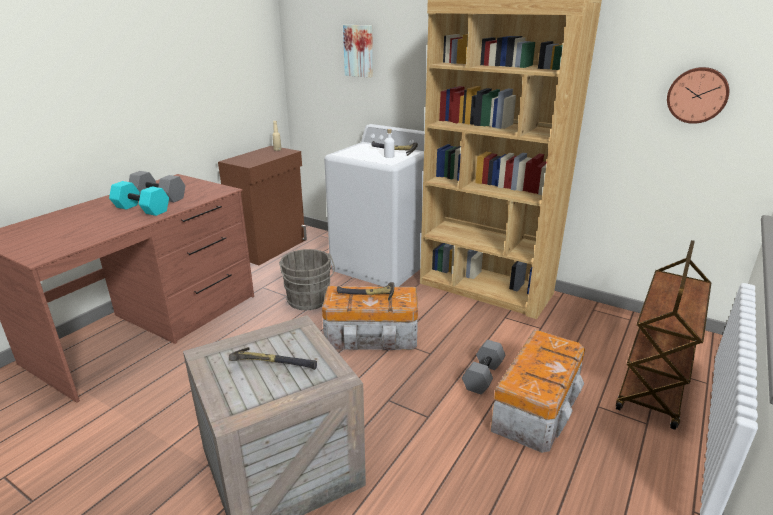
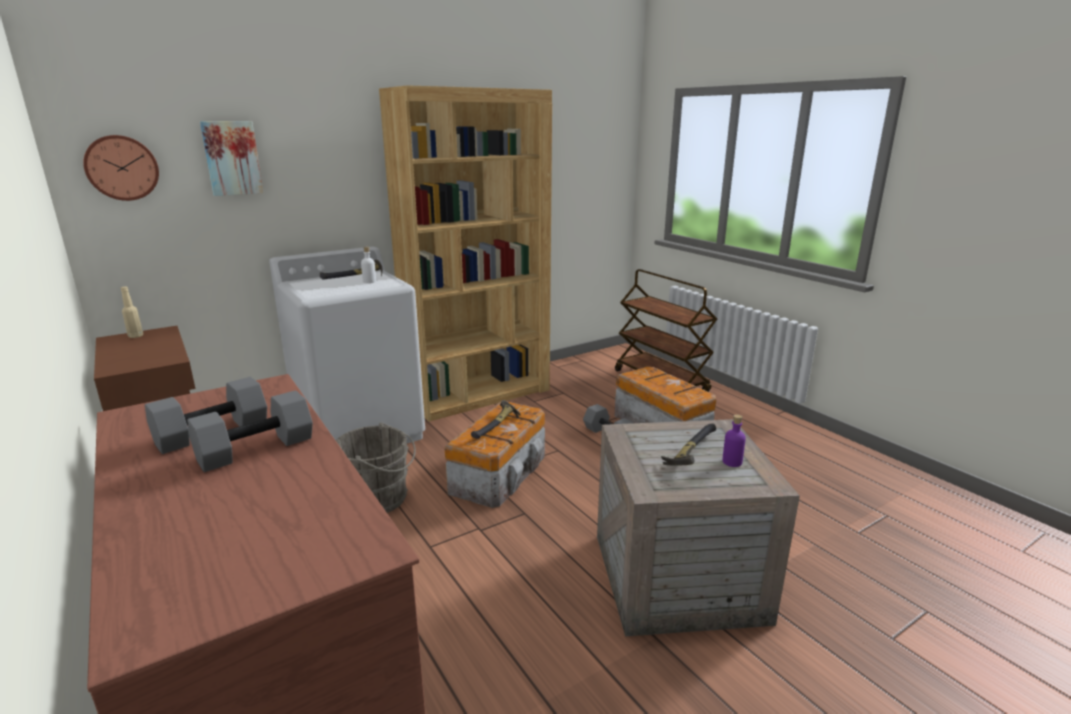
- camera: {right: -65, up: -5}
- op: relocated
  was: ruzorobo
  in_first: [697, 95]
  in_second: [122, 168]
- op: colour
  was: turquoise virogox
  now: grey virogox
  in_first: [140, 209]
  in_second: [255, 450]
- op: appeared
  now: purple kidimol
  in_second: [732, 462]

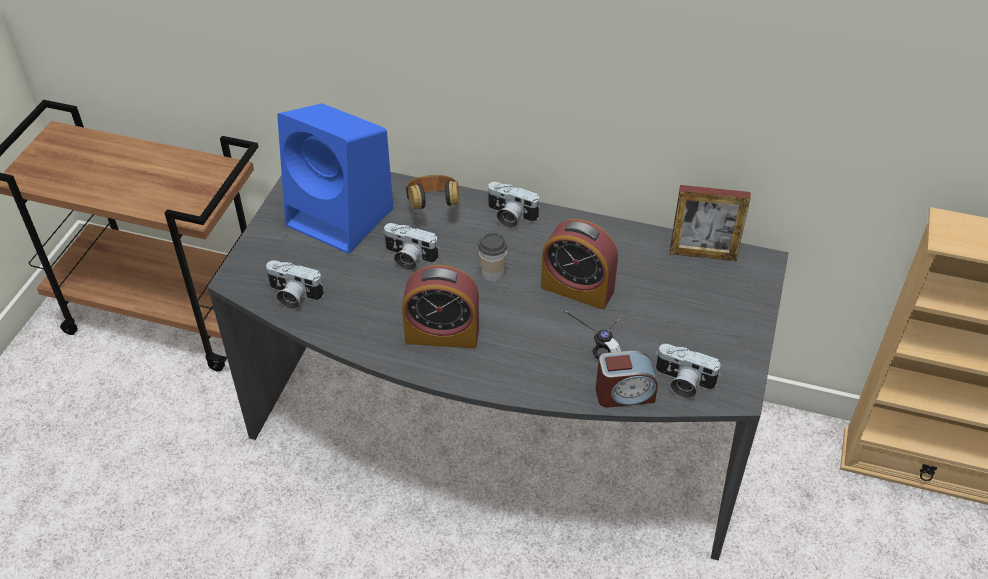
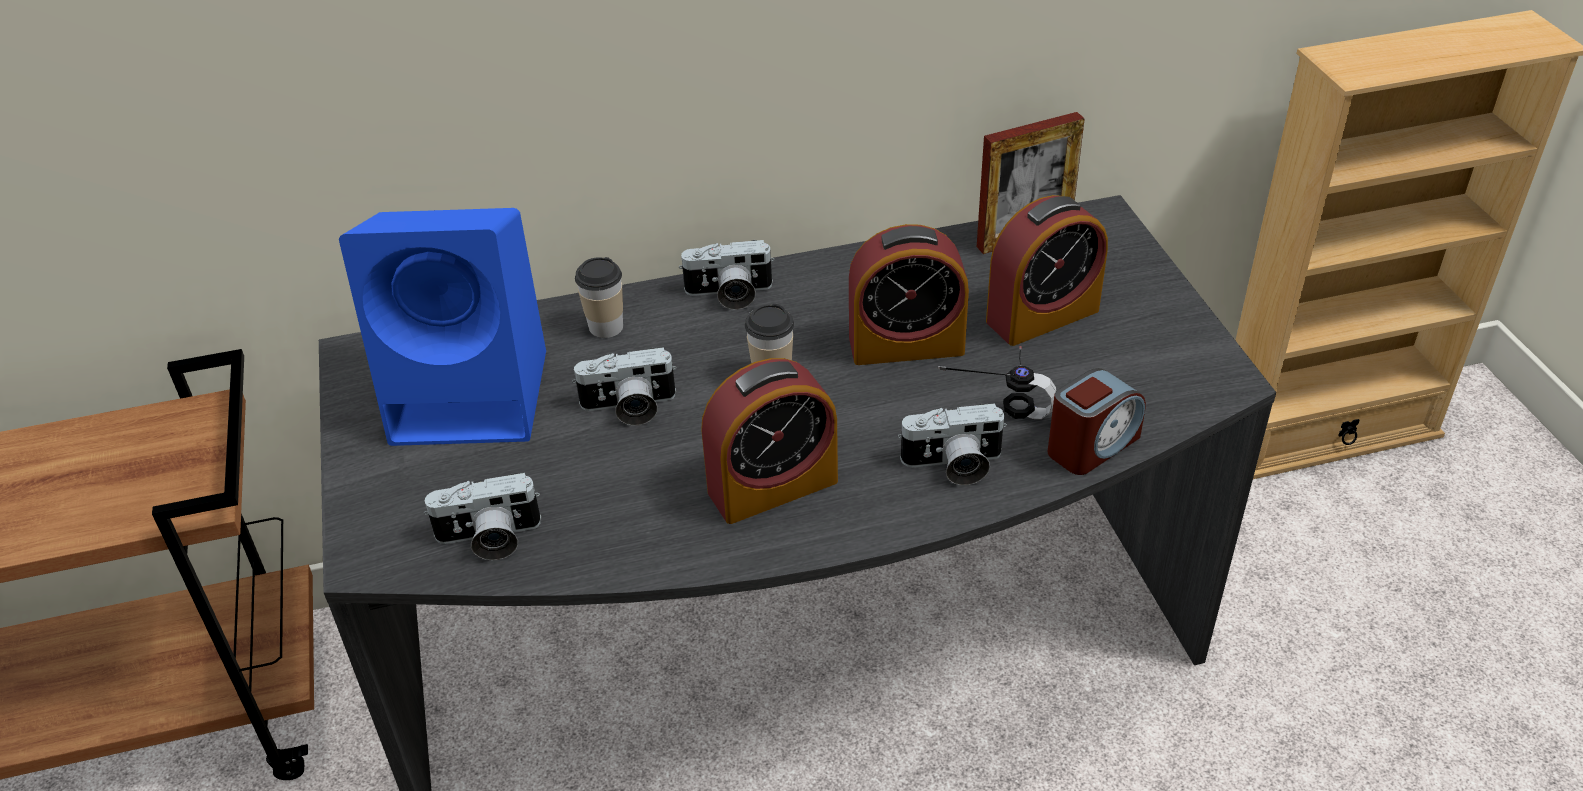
- camera: {right: -30, up: -5}
- op: exchanged
  was: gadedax
  now: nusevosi
  in_first: [433, 207]
  in_second: [606, 327]
- op: relocated
  was: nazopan
  in_first: [682, 382]
  in_second: [953, 465]
- op: appeared
  now: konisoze
  in_second: [1042, 316]

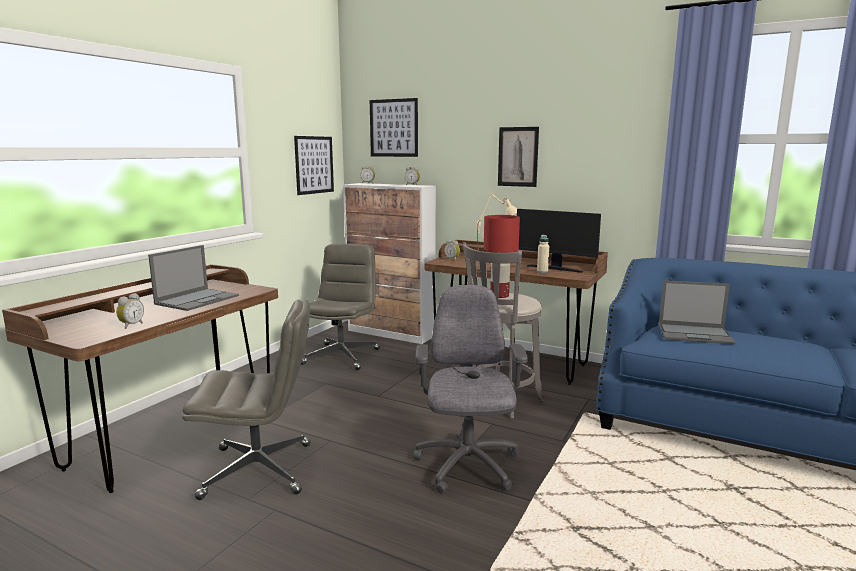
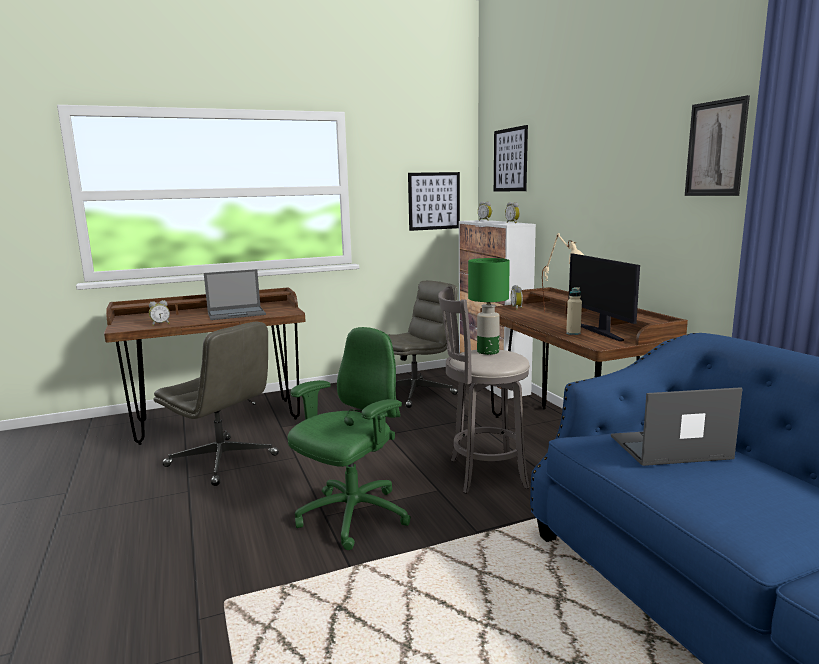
- camera: {right: 40, up: 0}
- op: colour
  was: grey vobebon
  now: green vobebon
  in_first: [467, 466]
  in_second: [352, 517]
- op: colour
  was: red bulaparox
  now: green bulaparox
  in_first: [499, 296]
  in_second: [487, 352]
- op: spun
  was: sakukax
  in_first: [695, 334]
  in_second: [668, 448]
  clockwise: 120
- op: relocated
  was: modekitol
  in_first: [518, 157]
  in_second: [716, 148]

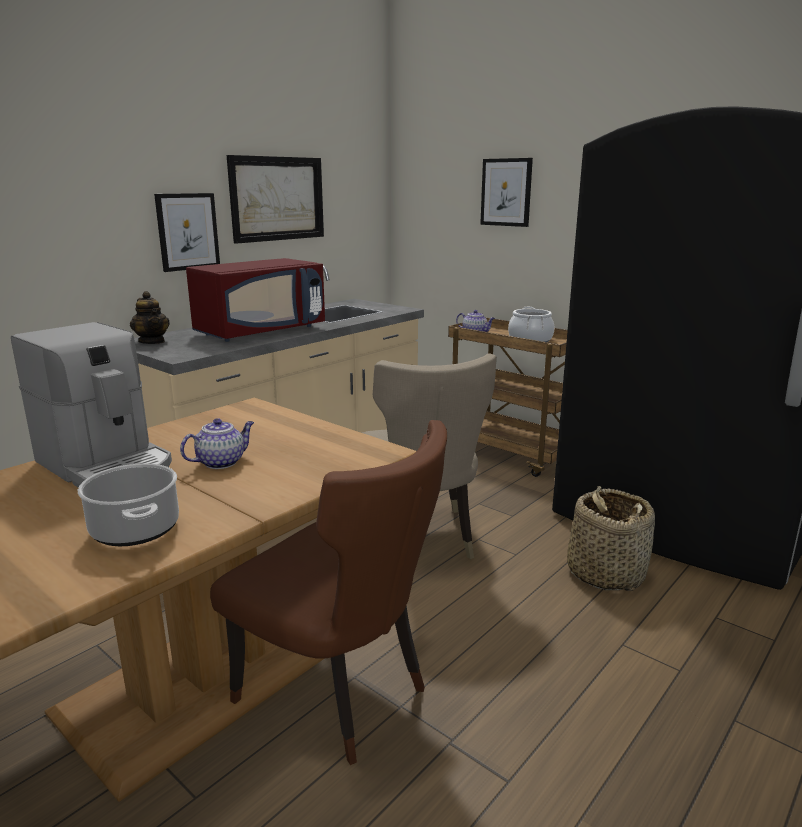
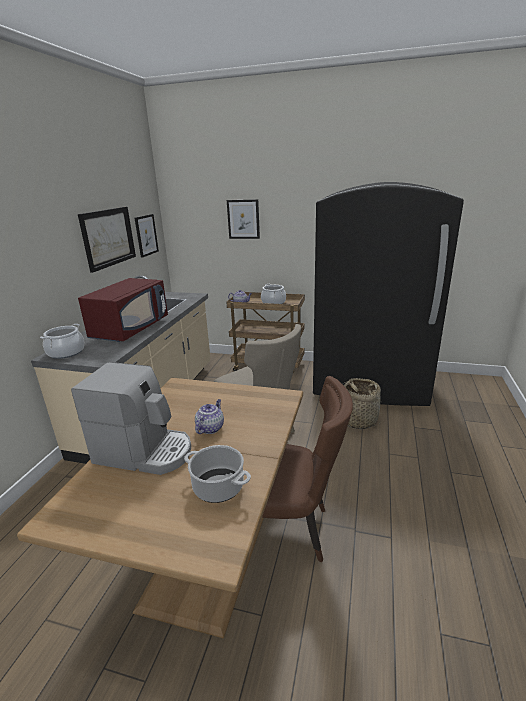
- camera: {right: -25, up: 5}
- op: exchanged
  was: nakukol
  now: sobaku
  in_first: [152, 342]
  in_second: [66, 352]
- op: relocated
  was: modekitol
  in_first: [187, 231]
  in_second: [146, 235]

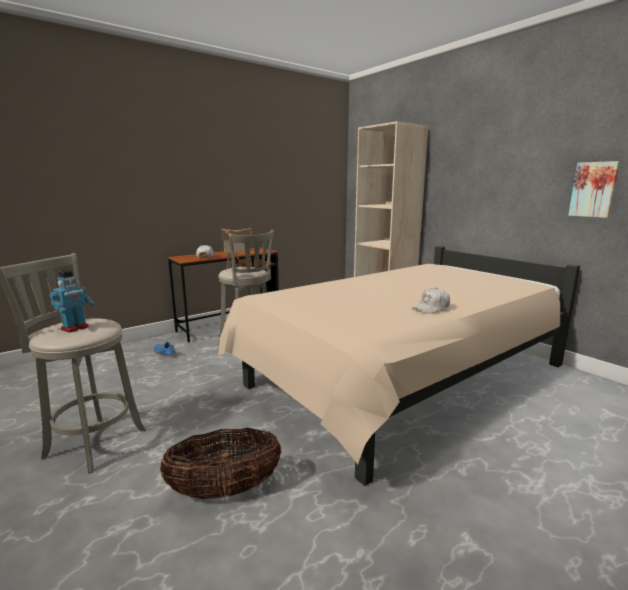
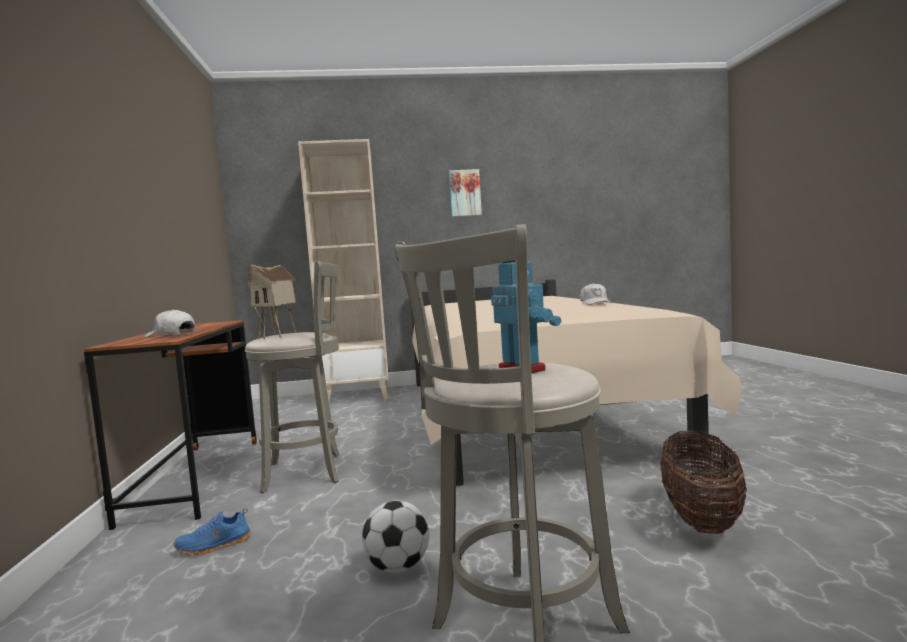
- camera: {right: -60, up: -10}
- op: appeared
  now: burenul
  in_second: [398, 567]
- op: relocated
  was: modekitol
  in_first: [593, 189]
  in_second: [465, 193]

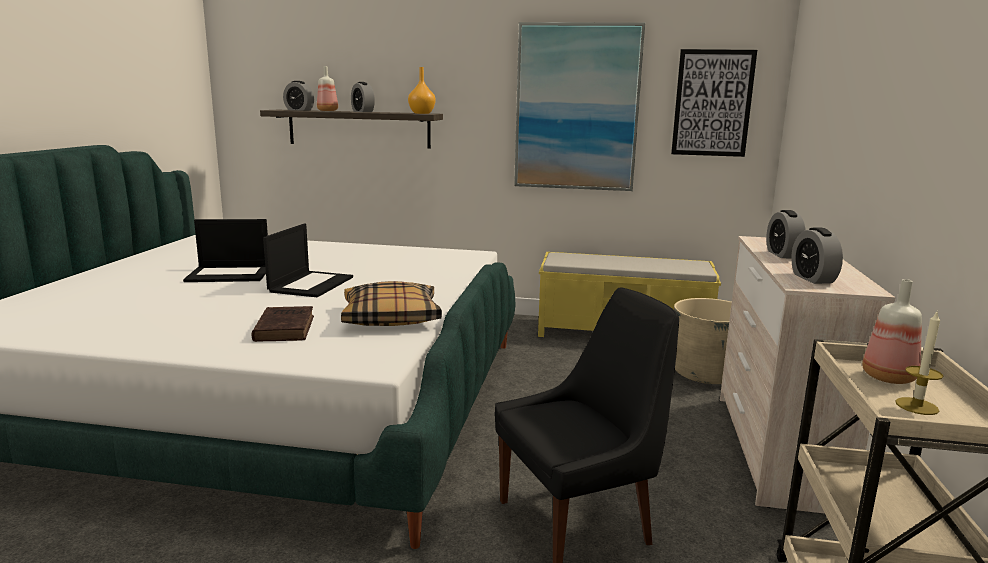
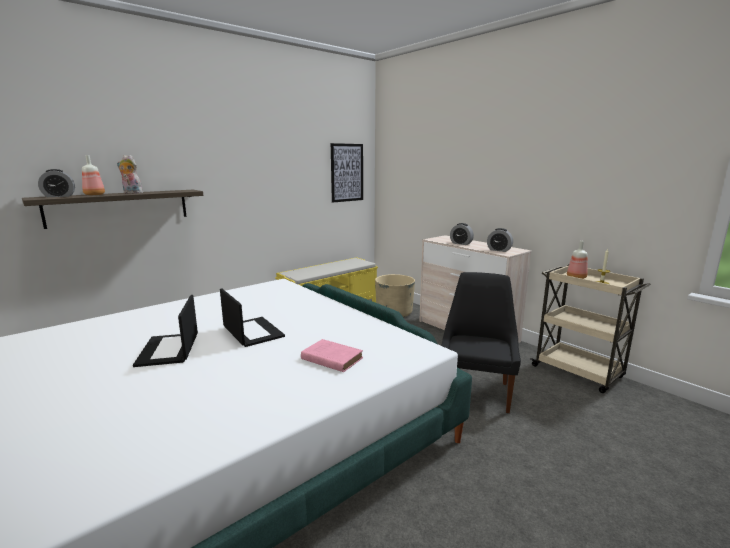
- camera: {right: -50, up: 0}
- op: exchanged
  was: konisoze
  now: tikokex
  in_first: [362, 111]
  in_second: [131, 193]
- op: spun
  was: sakukax
  in_first: [230, 274]
  in_second: [169, 350]
  clockwise: 135
- op: colour
  was: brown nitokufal
  now: pink nitokufal
  in_first: [285, 328]
  in_second: [330, 358]
- op: missing
  was: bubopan
  in_first: [391, 318]
- op: missing
  was: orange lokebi
  in_first: [422, 113]
- op: missing
  was: modekitol
  in_first: [577, 108]

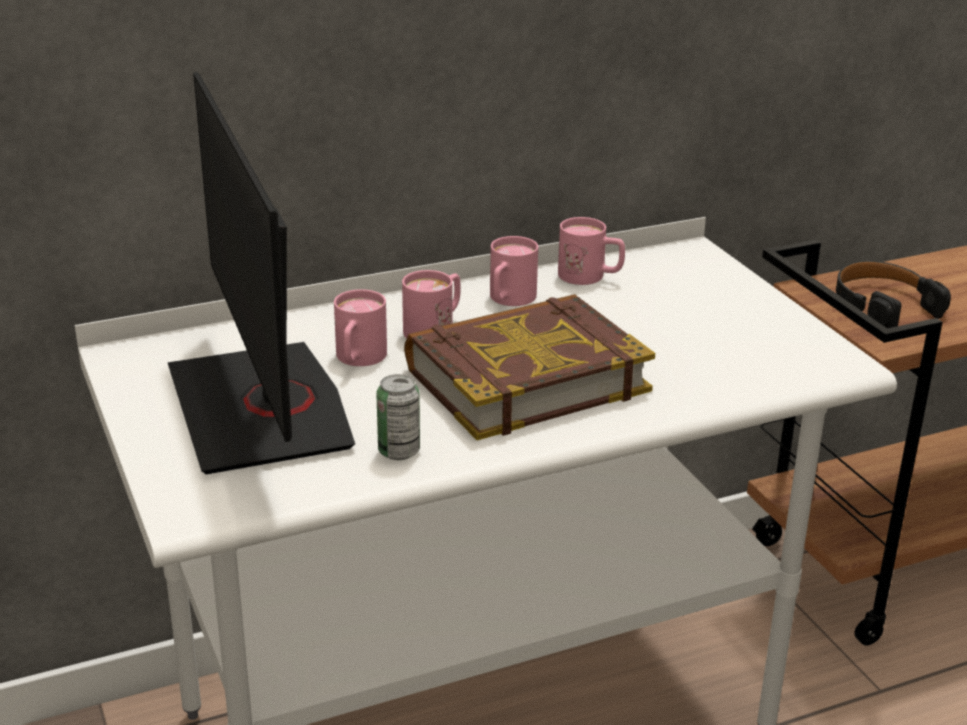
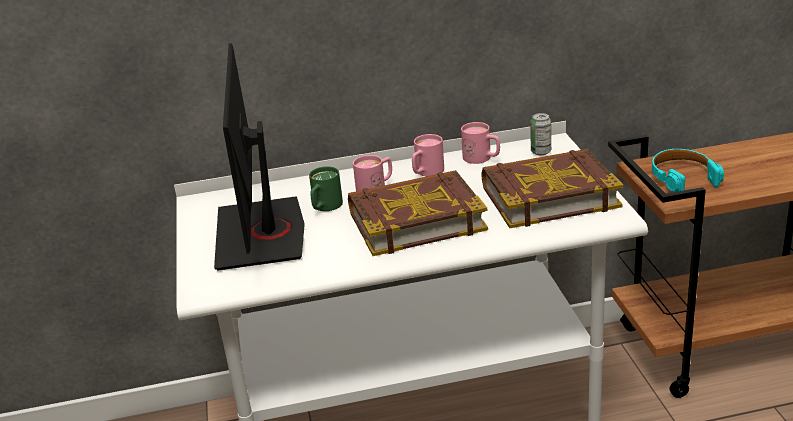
- camera: {right: 15, up: 0}
- op: colour
  was: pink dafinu
  now: green dafinu
  in_first: [358, 360]
  in_second: [324, 207]
- op: appeared
  now: nitokufal
  in_second: [549, 196]
- op: relocated
  was: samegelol
  in_first: [399, 451]
  in_second: [541, 152]
- op: colour
  was: black gadedax
  now: turquoise gadedax
  in_first: [883, 305]
  in_second: [683, 177]

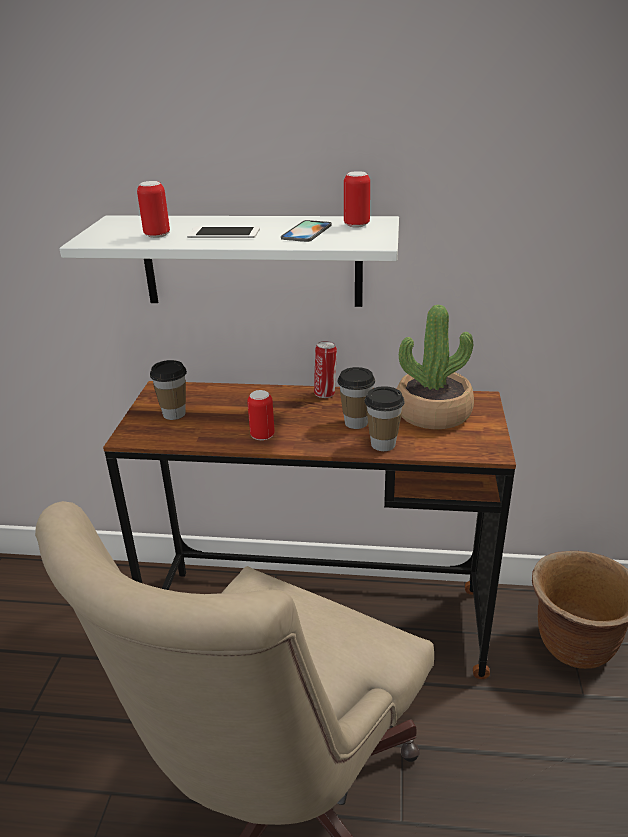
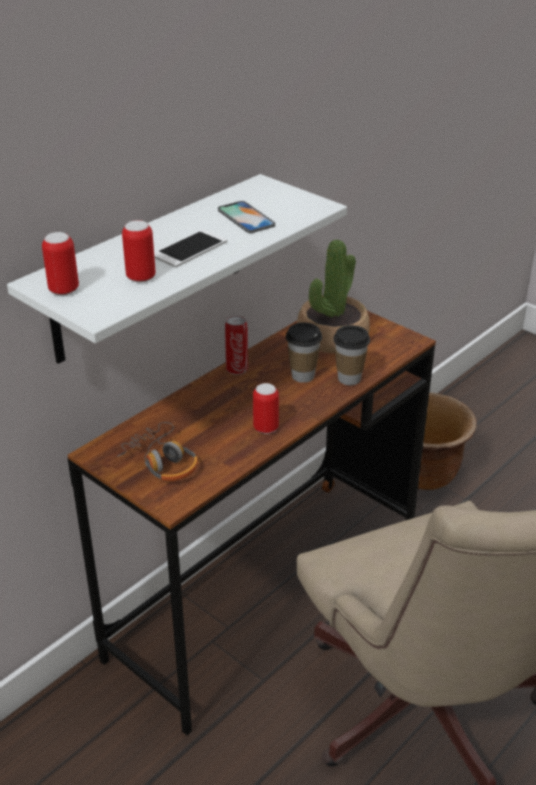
- camera: {right: -55, up: 5}
- op: relocated
  was: samegelol
  in_first: [356, 225]
  in_second: [64, 290]
- op: exchanged
  was: nusevosi
  now: gadedax
  in_first: [174, 414]
  in_second: [162, 461]

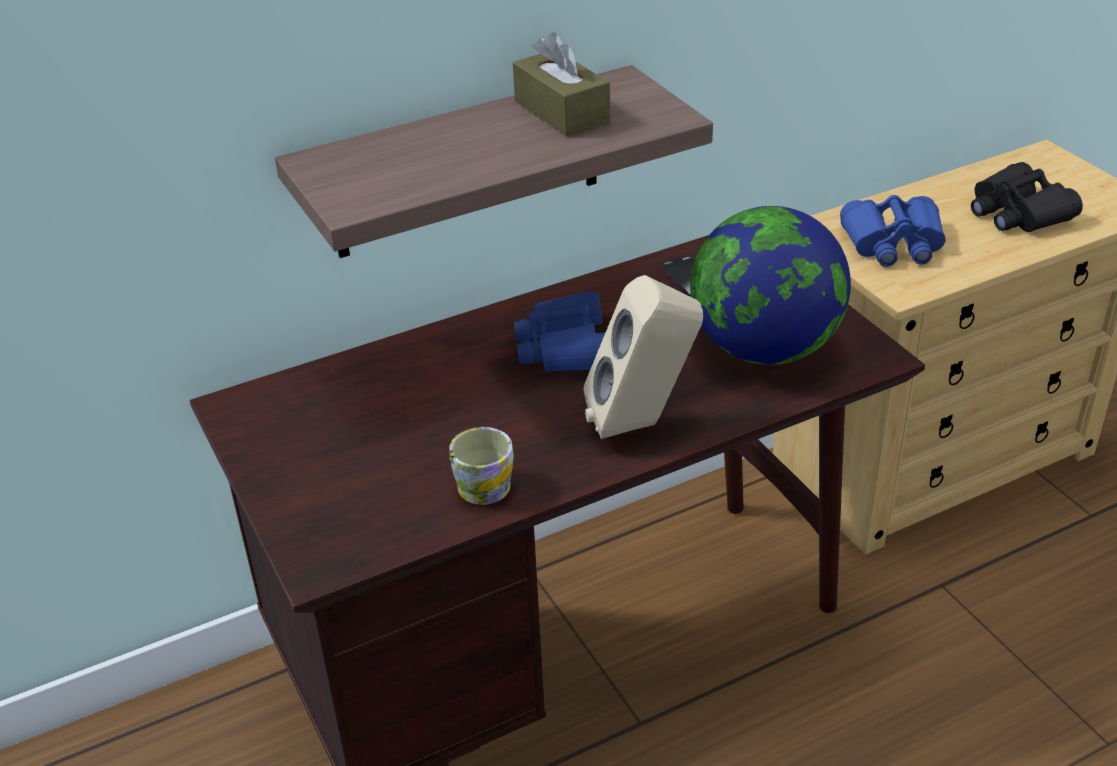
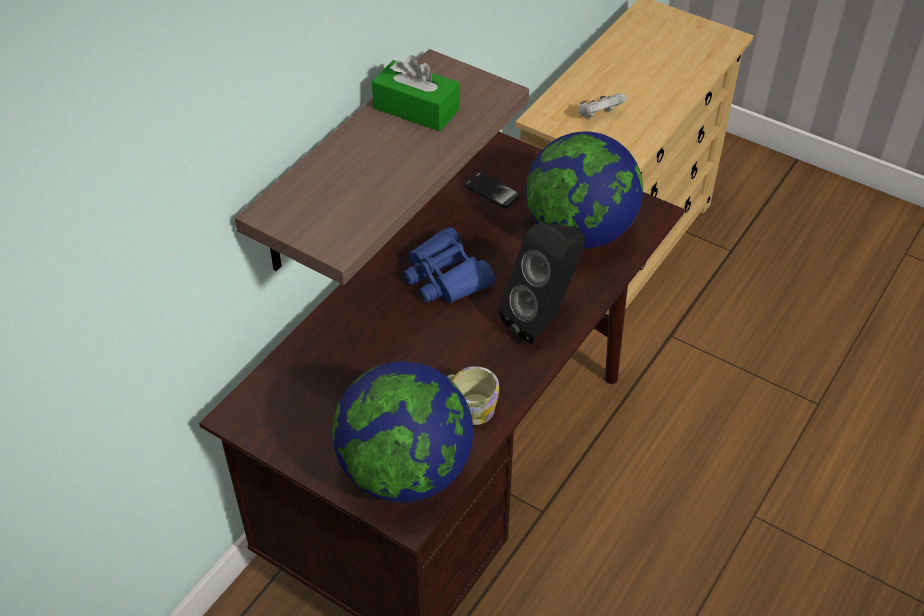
- camera: {right: -30, up: 10}
- op: appeared
  now: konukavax
  in_second: [405, 471]
- op: colour
  was: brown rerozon
  now: green rerozon
  in_first: [561, 111]
  in_second: [416, 109]
- op: colour
  was: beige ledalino
  now: black ledalino
  in_first: [642, 424]
  in_second: [542, 320]
- op: exchanged
  was: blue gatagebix
  now: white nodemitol
  in_first: [893, 244]
  in_second: [599, 115]
- op: missing
  was: black gatagebix
  in_first: [1018, 212]

